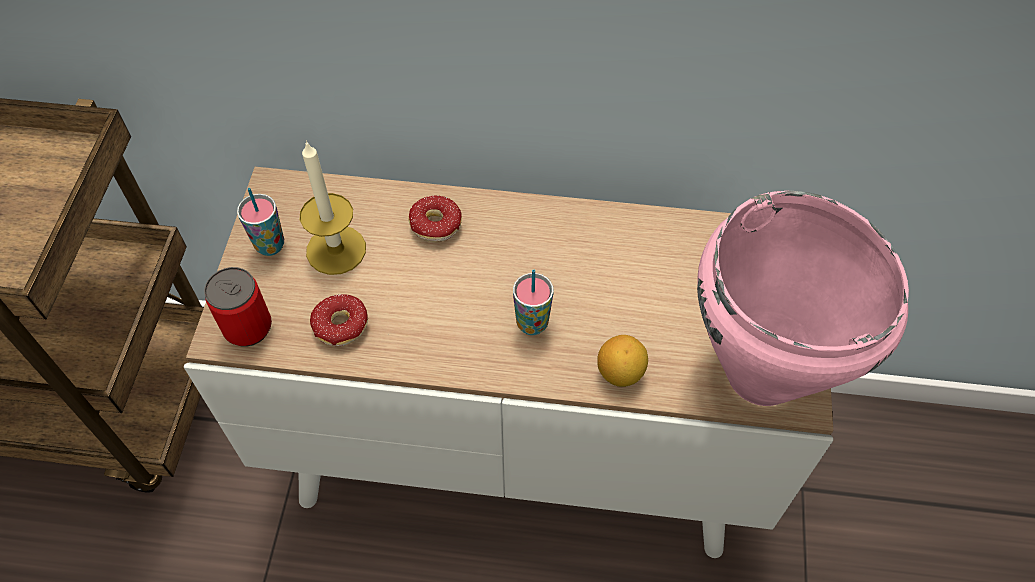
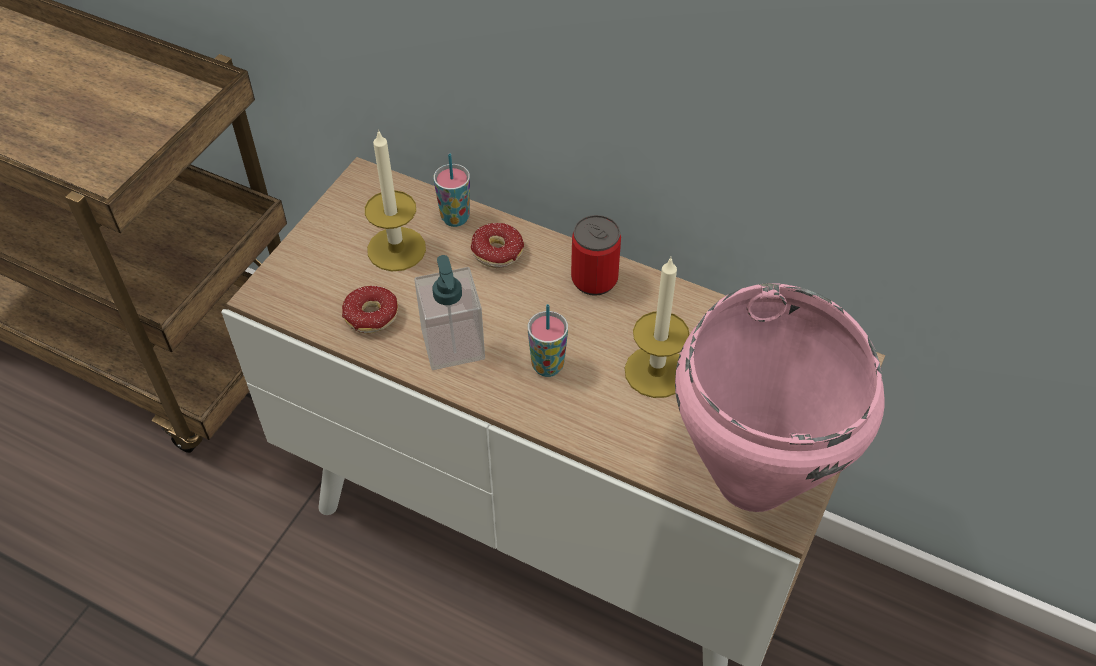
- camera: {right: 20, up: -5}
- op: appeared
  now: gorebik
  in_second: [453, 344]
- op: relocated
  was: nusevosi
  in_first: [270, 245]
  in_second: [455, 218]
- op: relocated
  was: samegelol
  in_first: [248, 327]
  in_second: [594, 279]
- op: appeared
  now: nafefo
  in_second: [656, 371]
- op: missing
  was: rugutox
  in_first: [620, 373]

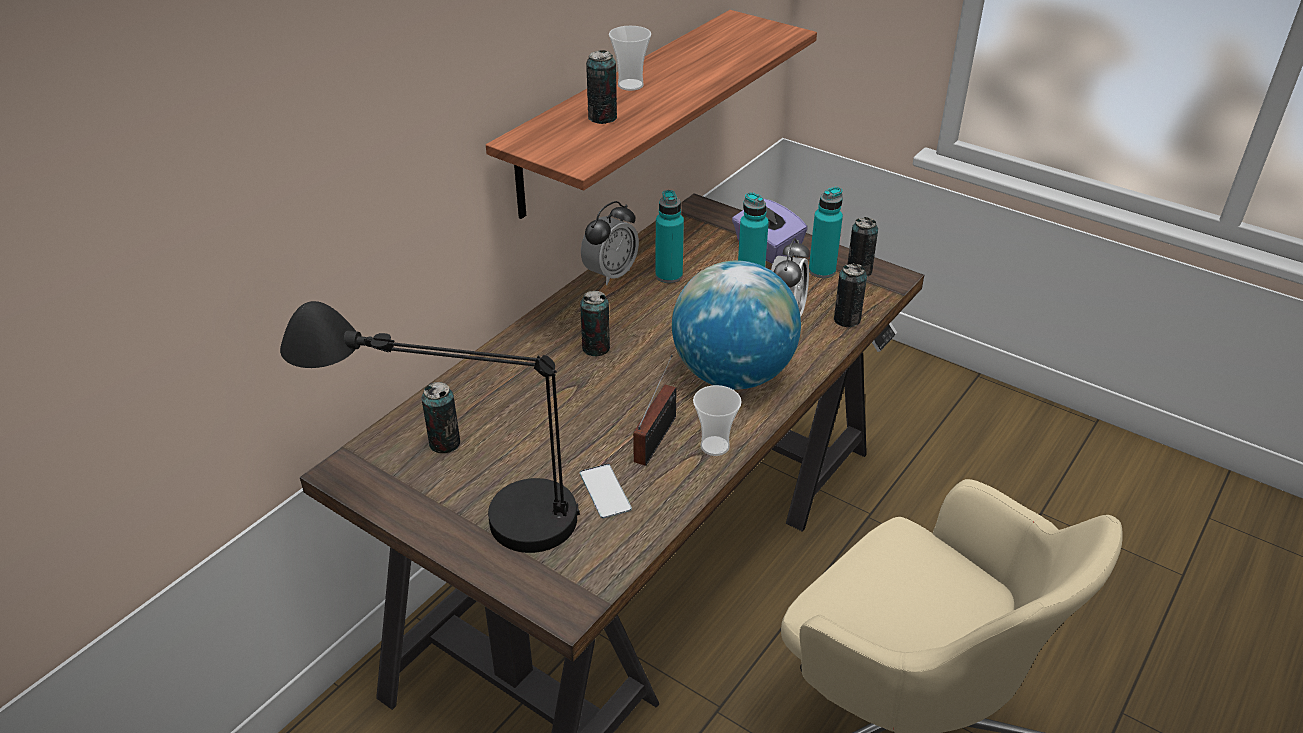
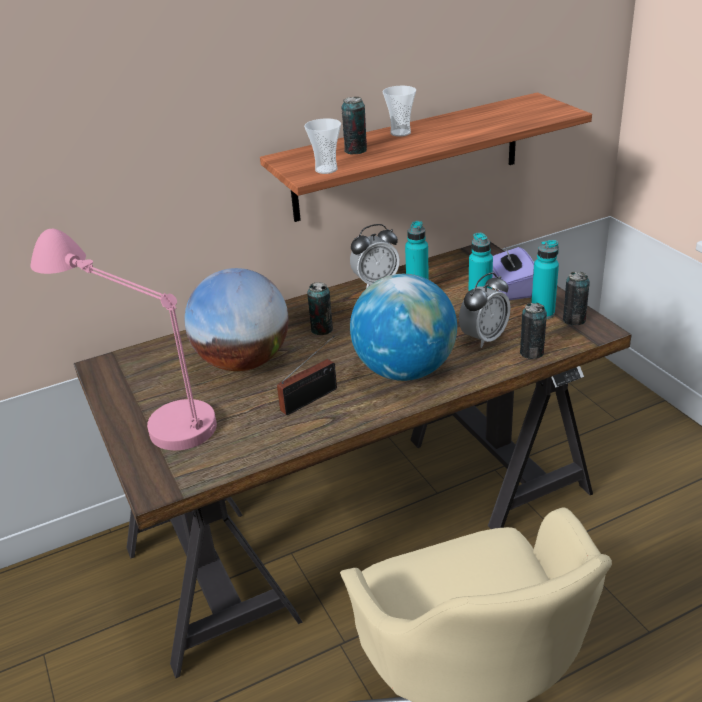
- camera: {right: 30, up: -5}
- op: colour
  was: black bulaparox
  now: pink bulaparox
  in_first: [457, 510]
  in_second: [143, 408]
- op: appeared
  now: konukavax
  in_second: [244, 362]
- op: relocated
  was: nusevosi
  in_first: [715, 446]
  in_second: [326, 169]
- op: missing
  was: samegelol
  in_first: [444, 443]
- op: missing
  was: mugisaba
  in_first: [605, 491]

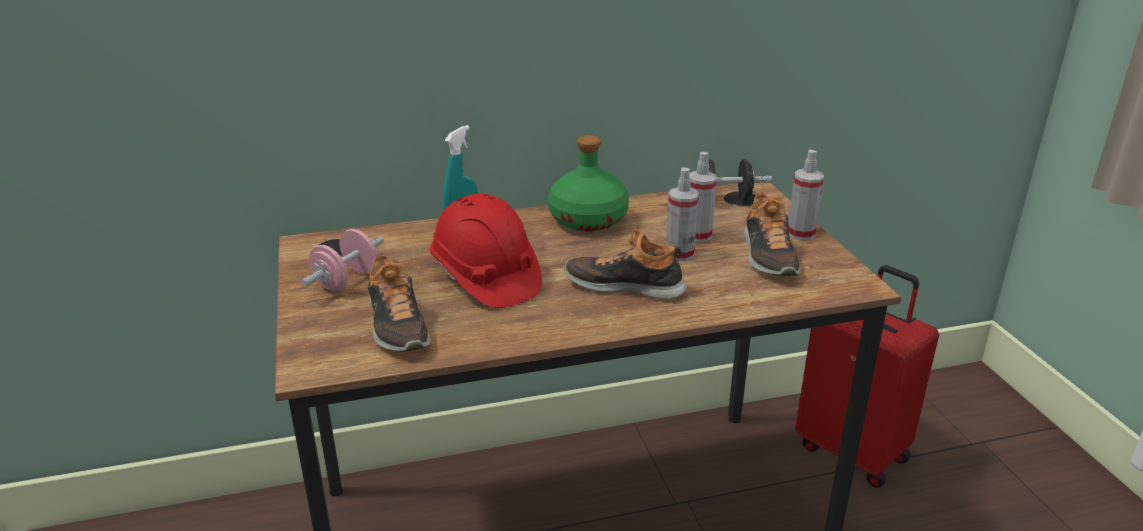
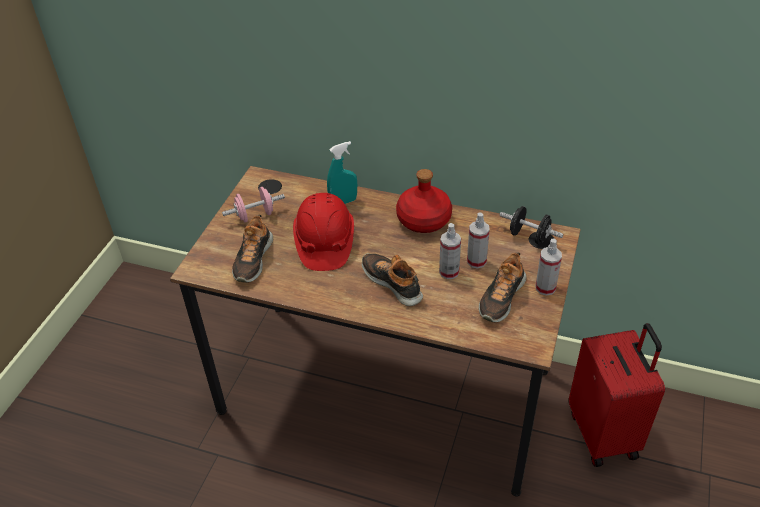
- camera: {right: 35, up: 15}
- op: colour
  was: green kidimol
  now: red kidimol
  in_first: [588, 220]
  in_second: [423, 220]

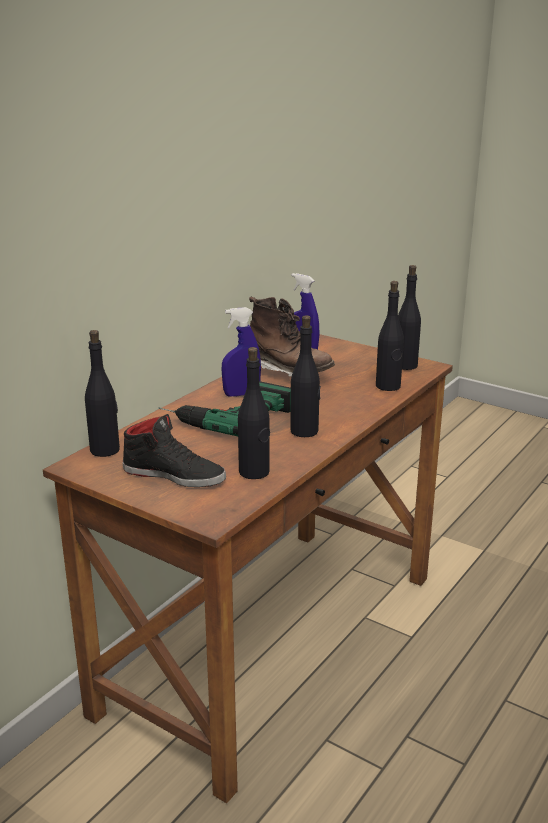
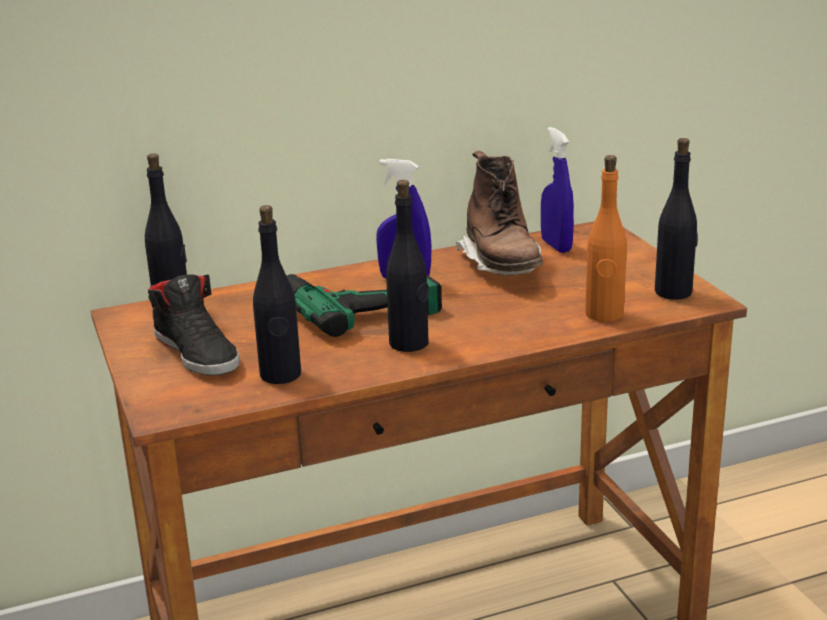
- camera: {right: 35, up: 0}
- op: colour
  was: black kidimol
  now: orange kidimol
  in_first: [388, 386]
  in_second: [604, 314]

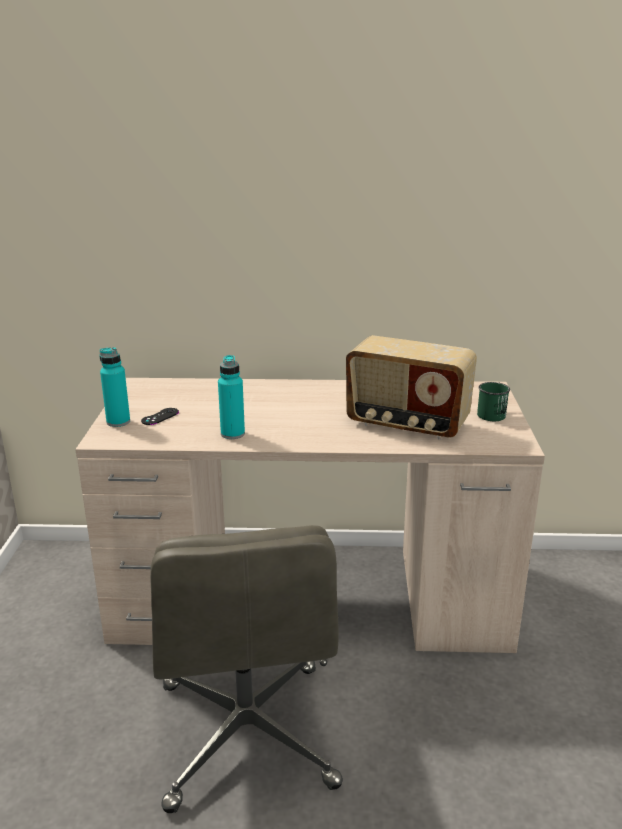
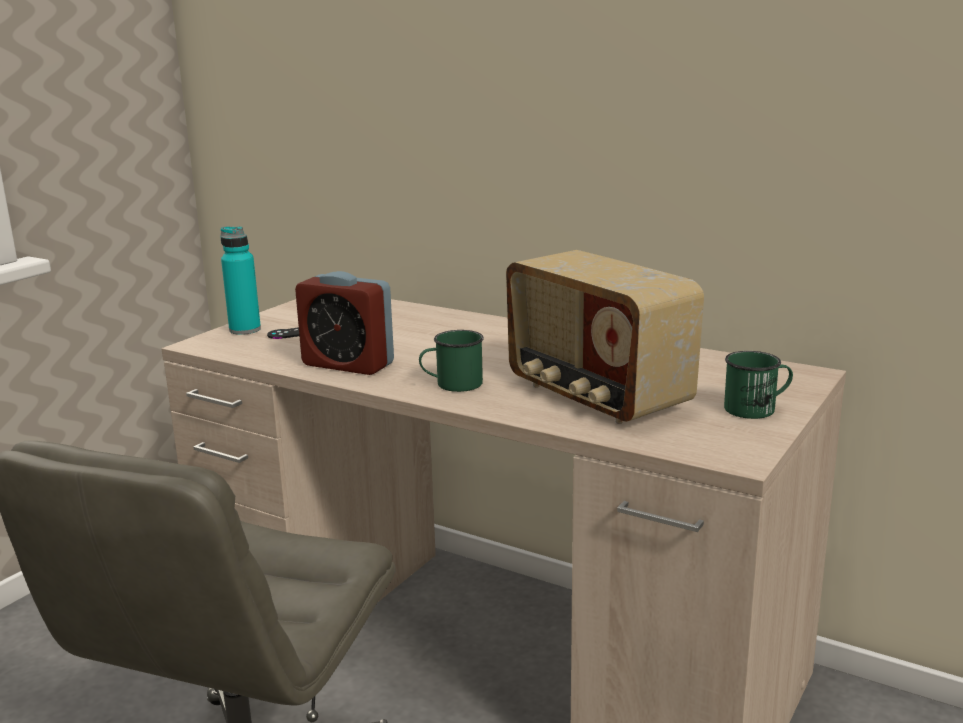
- camera: {right: 30, up: -5}
- op: exchanged
  was: turquoise kidimol
  now: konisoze
  in_first: [232, 434]
  in_second: [348, 364]
- op: appeared
  now: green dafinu
  in_second: [452, 385]

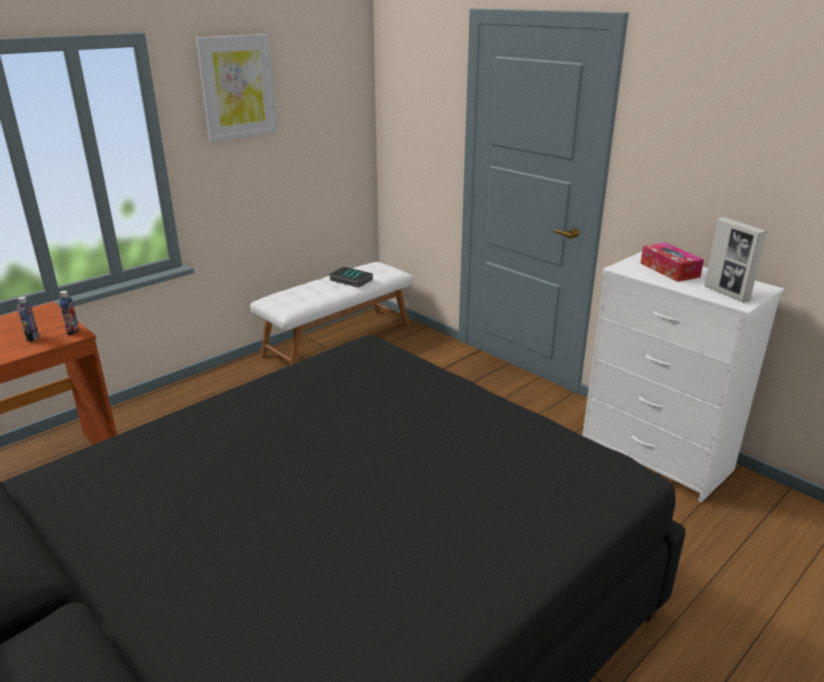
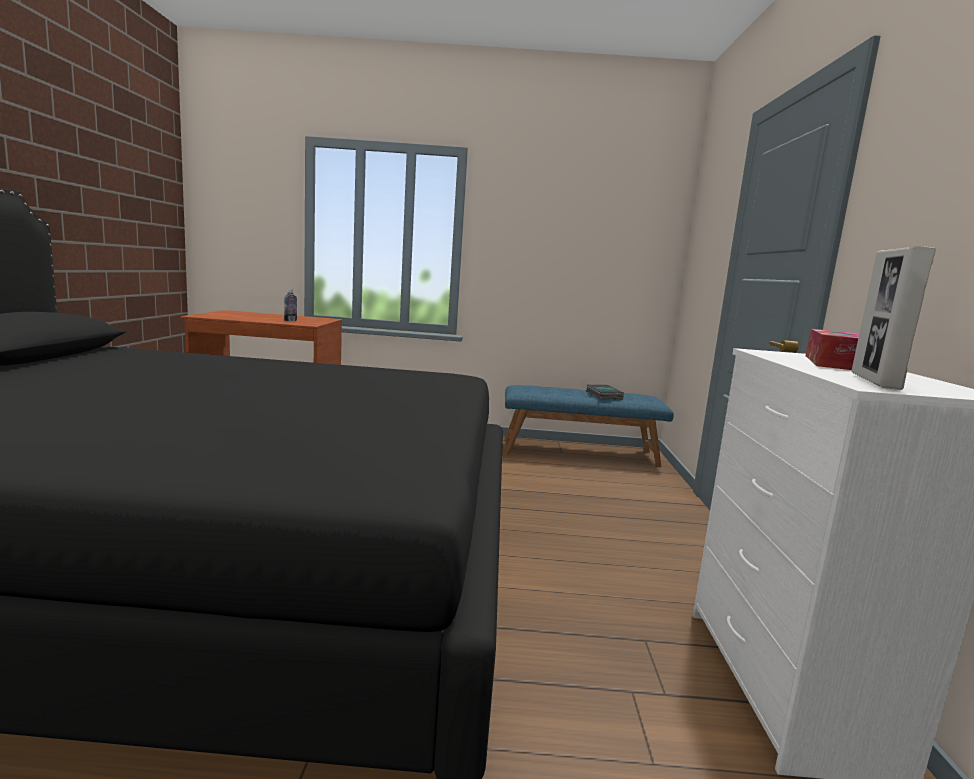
- camera: {right: 45, up: -15}
- op: colour
  was: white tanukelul
  now: blue tanukelul
  in_first: [337, 340]
  in_second: [579, 452]
- op: missing
  was: kidimol
  in_first: [73, 331]
- op: missing
  was: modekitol
  in_first: [237, 87]

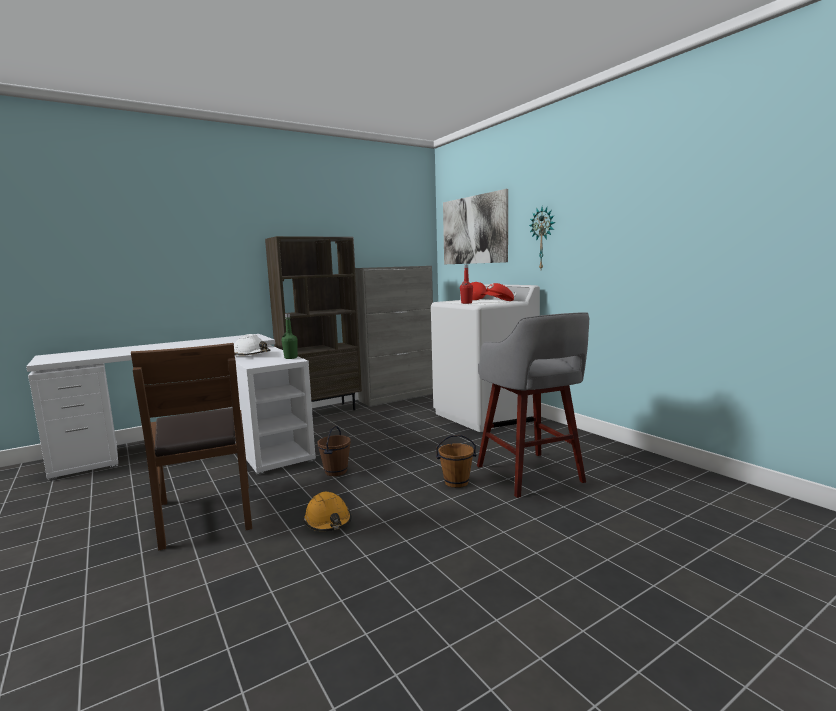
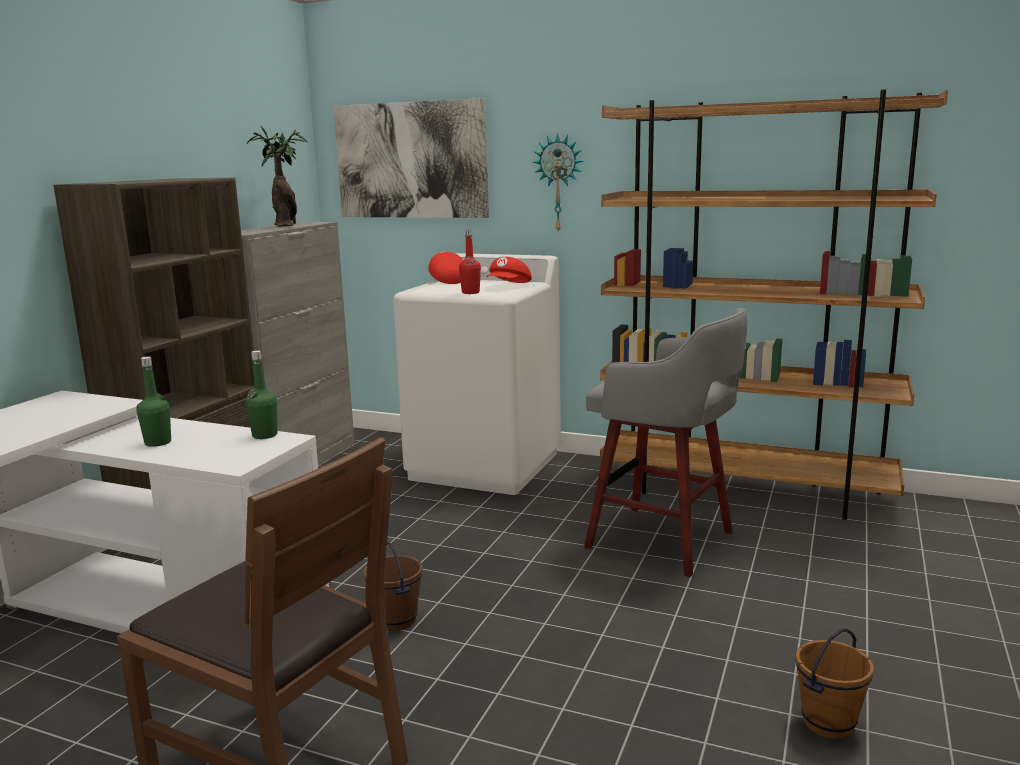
- camera: {right: -35, up: 5}
- op: exchanged
  was: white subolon
  now: green kidimol
  in_first: [252, 355]
  in_second: [158, 443]
- op: appeared
  now: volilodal
  in_second: [286, 226]
- op: appeared
  now: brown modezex
  in_second: [745, 491]
- op: relocated
  was: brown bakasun
  in_first: [456, 483]
  in_second: [829, 723]
- op: missing
  was: orange subolon
  in_first: [328, 521]

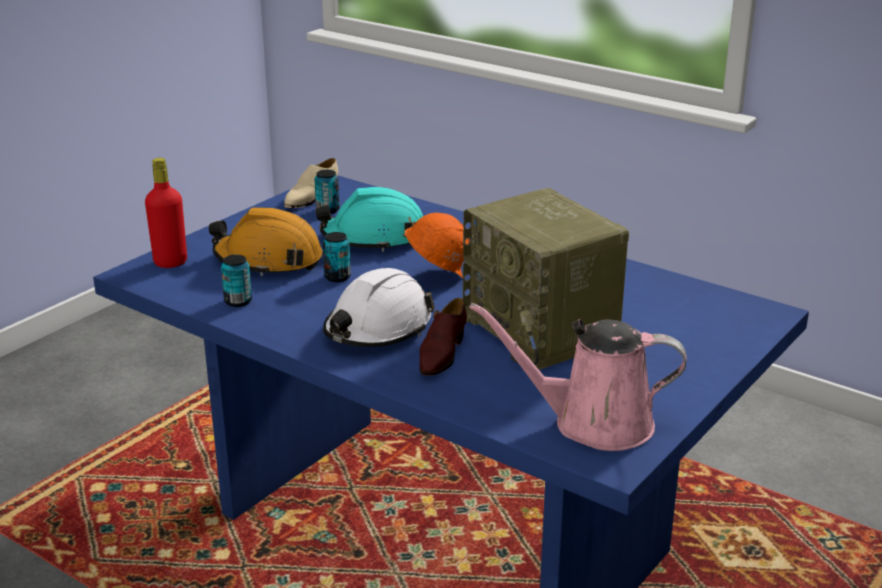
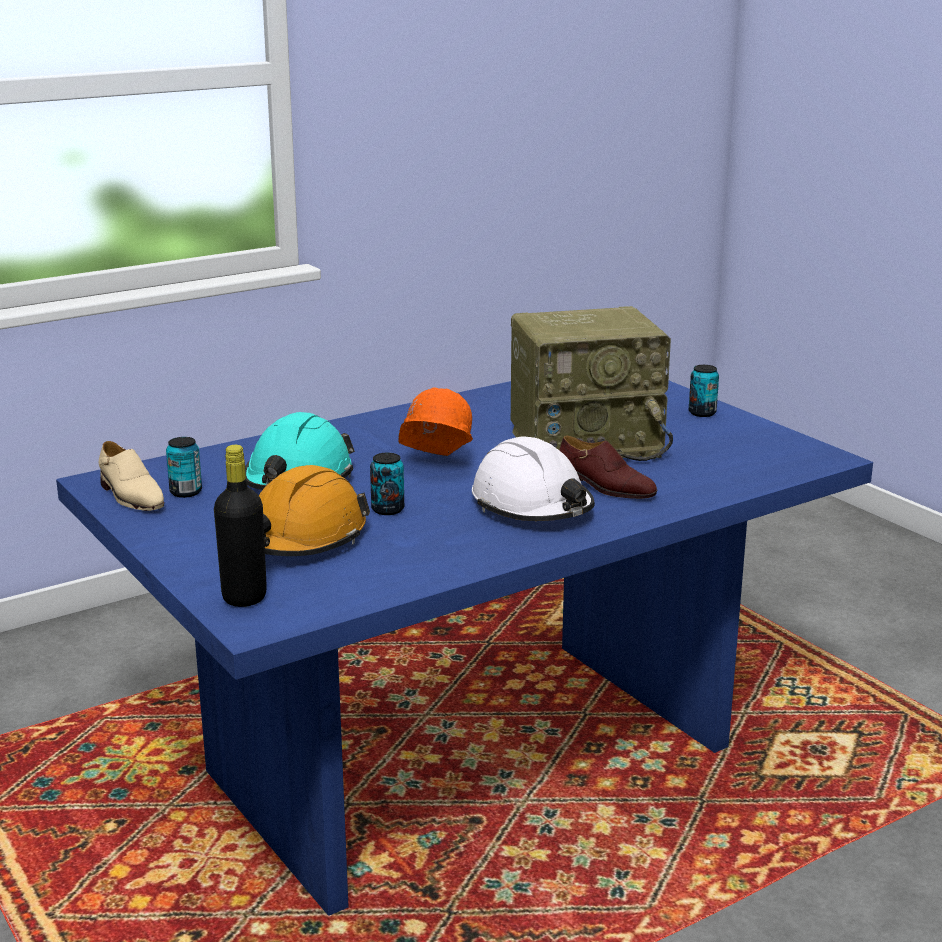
- camera: {right: -70, up: -5}
- op: colour
  was: red kidimol
  now: black kidimol
  in_first: [170, 262]
  in_second: [244, 597]
- op: relocated
  was: samegelol
  in_first: [238, 301]
  in_second: [702, 413]
- op: missing
  was: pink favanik
  in_first: [592, 423]

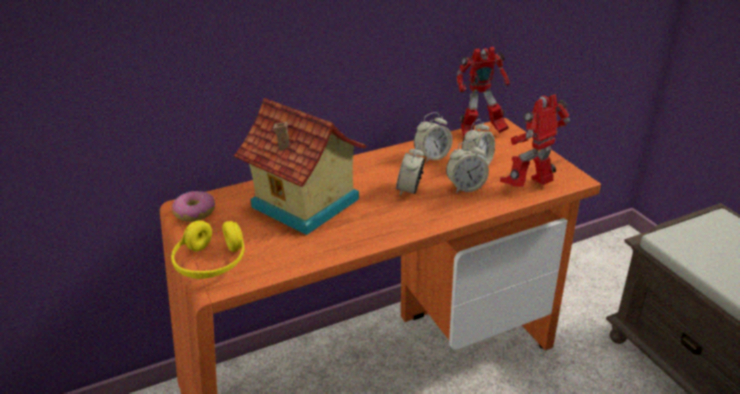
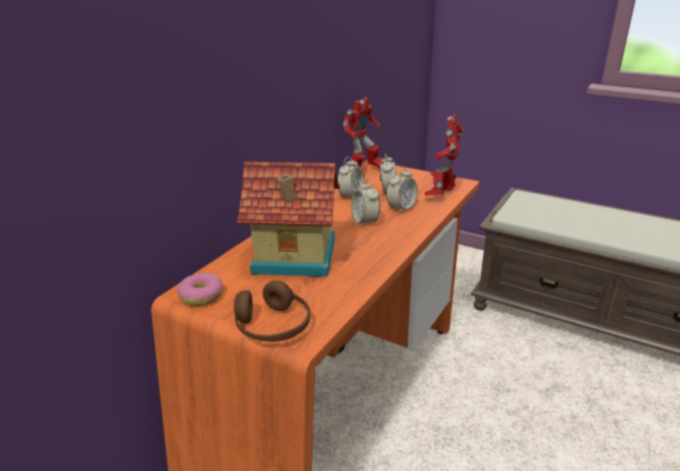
- camera: {right: -35, up: -5}
- op: colour
  was: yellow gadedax
  now: brown gadedax
  in_first: [211, 262]
  in_second: [273, 326]

